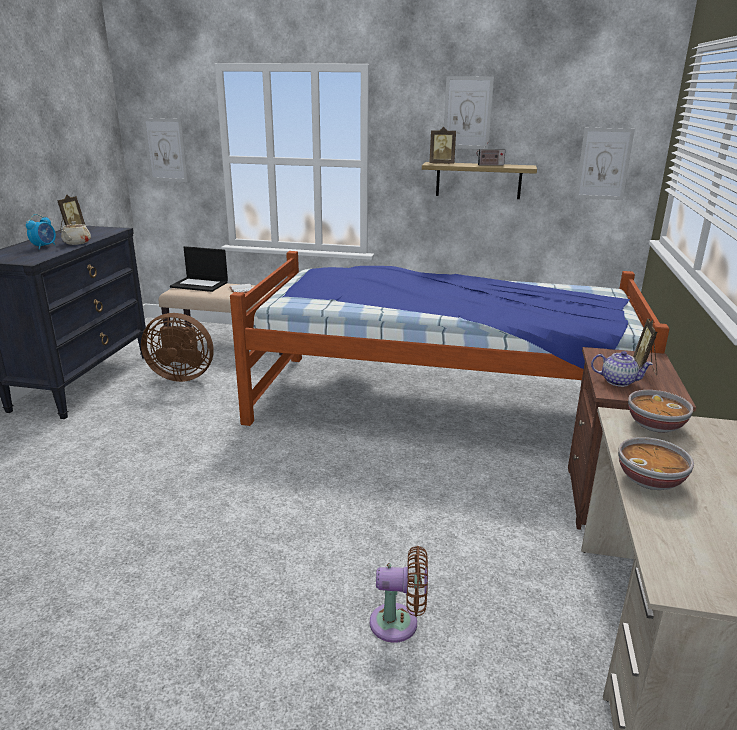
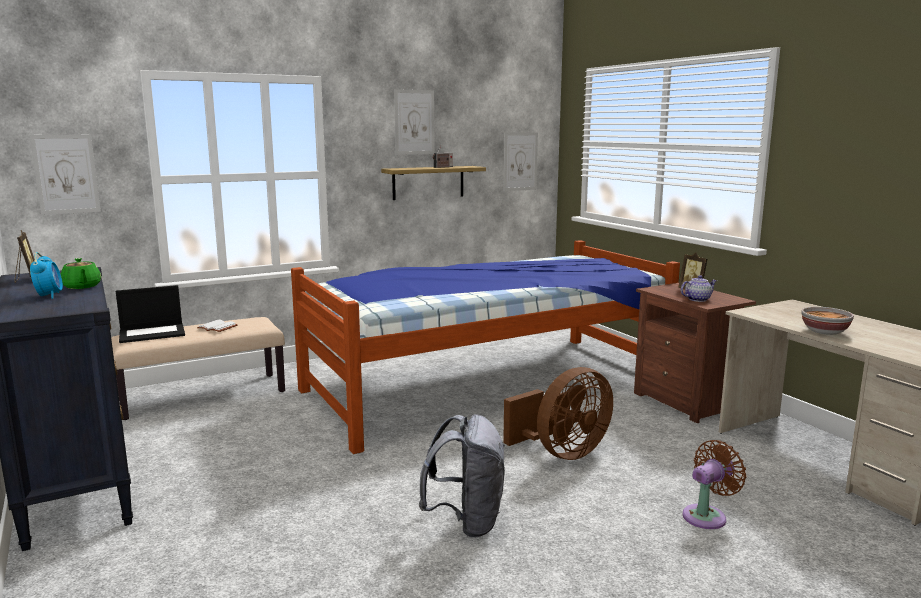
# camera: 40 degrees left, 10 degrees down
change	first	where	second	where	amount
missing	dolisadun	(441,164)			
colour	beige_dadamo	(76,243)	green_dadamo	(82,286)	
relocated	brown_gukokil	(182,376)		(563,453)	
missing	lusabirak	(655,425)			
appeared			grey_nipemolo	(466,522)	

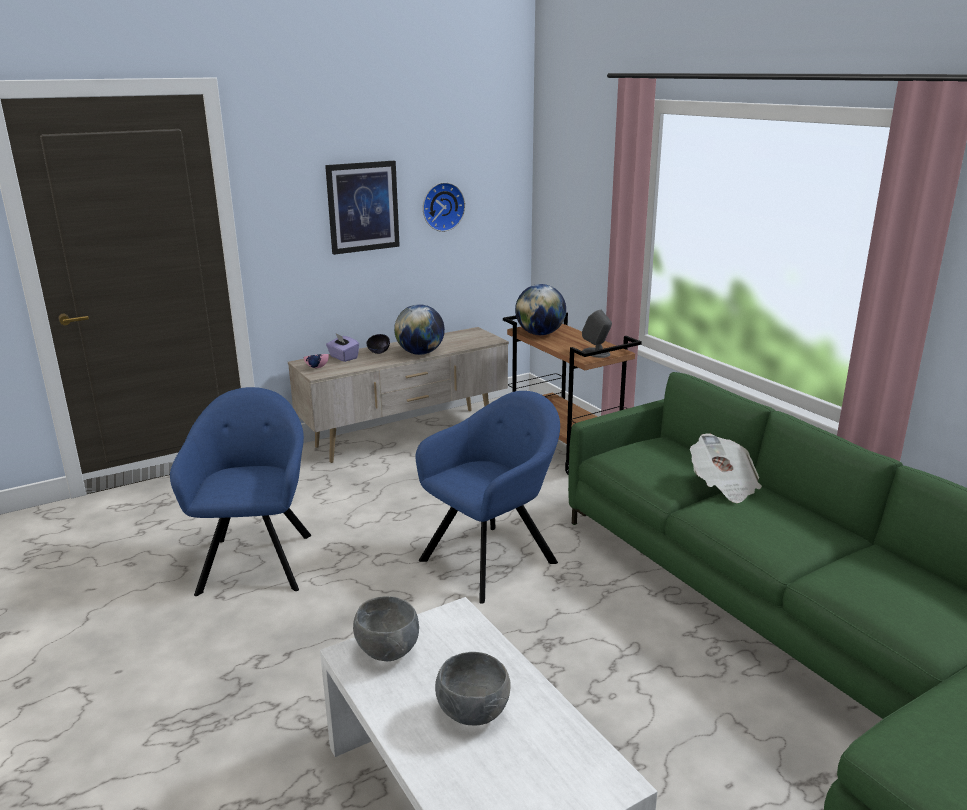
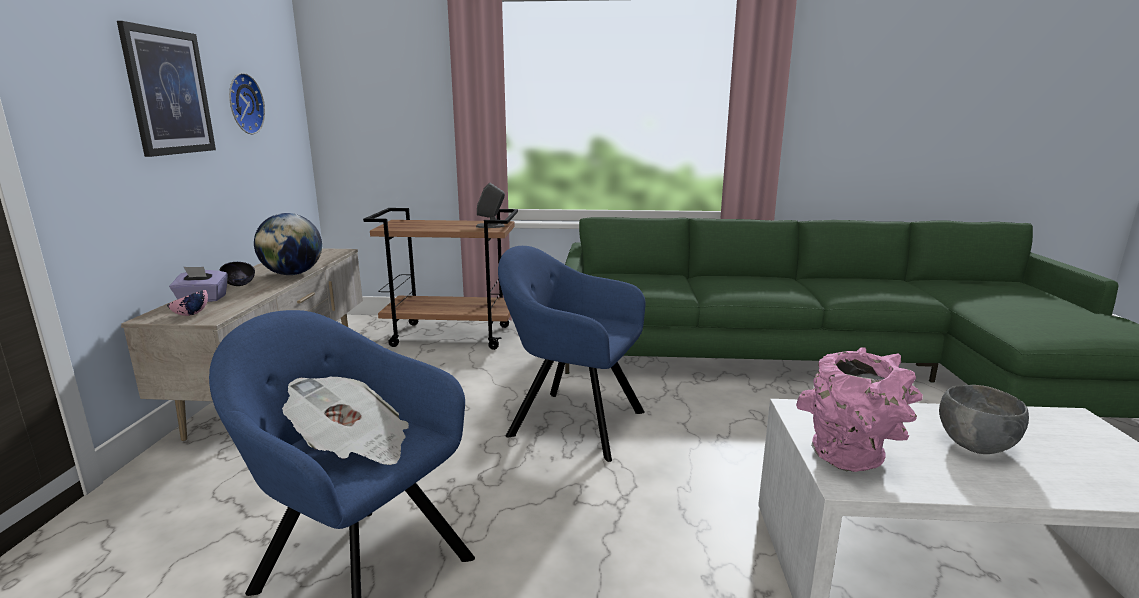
# camera: 55 degrees left, 5 degrees down
change	first	where	second	where	amount
missing	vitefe	(540,334)			
spun	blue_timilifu	(492,559)		(571,422)	60 degrees counterclockwise
relocated	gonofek	(723,485)		(353,447)	
exchanged	grey_lusabirak	(387,652)	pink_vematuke	(852,460)	

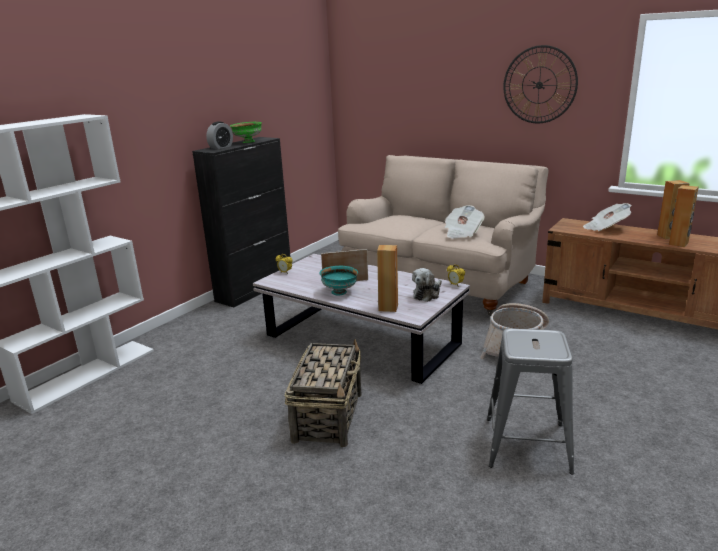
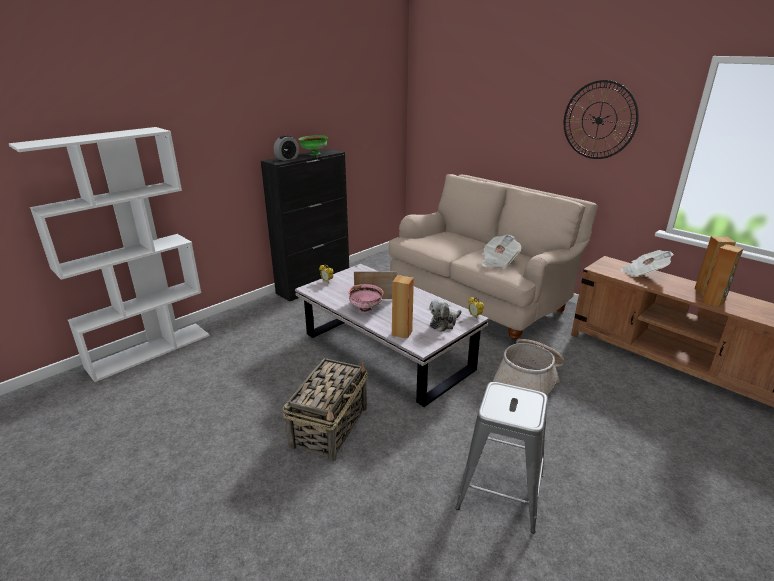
# camera: 10 degrees right, 5 degrees up
change	first	where	second	where	amount
colour	turquoise_lusabirak	(340,292)	pink_lusabirak	(365,309)	

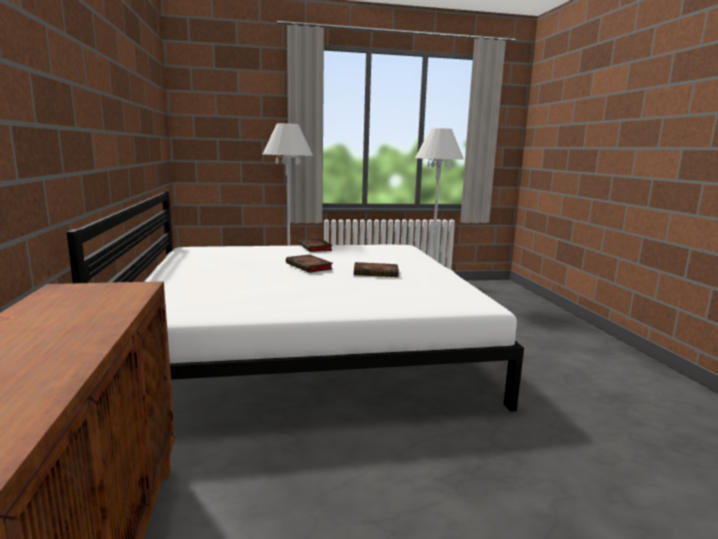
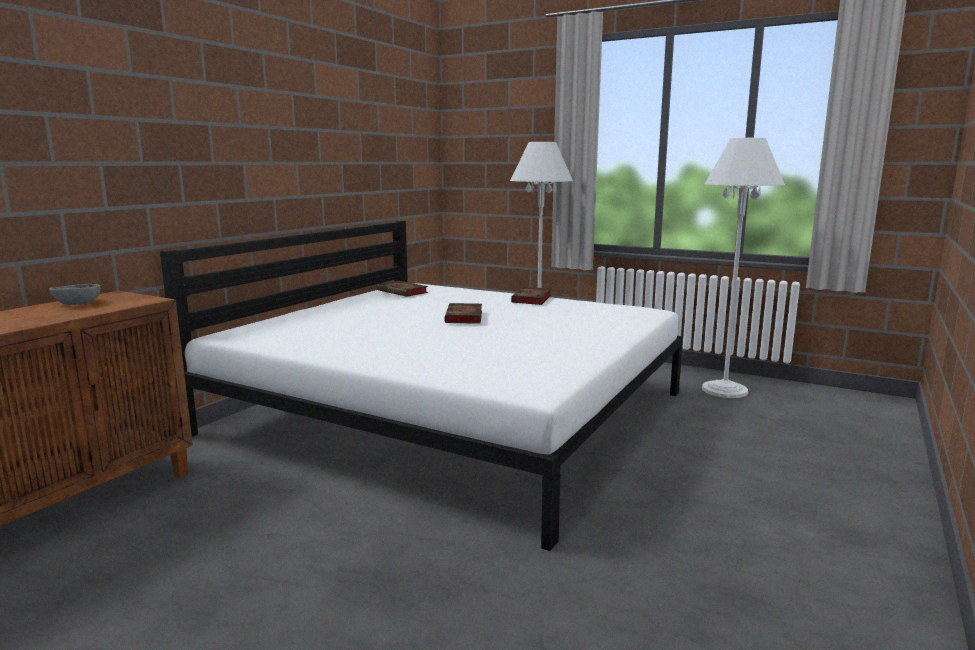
# camera: 40 degrees right, 0 degrees up
change	first	where	second	where	amount
relocated	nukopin	(377,273)		(403,292)	
appeared			grey_lusabirak	(77,303)	

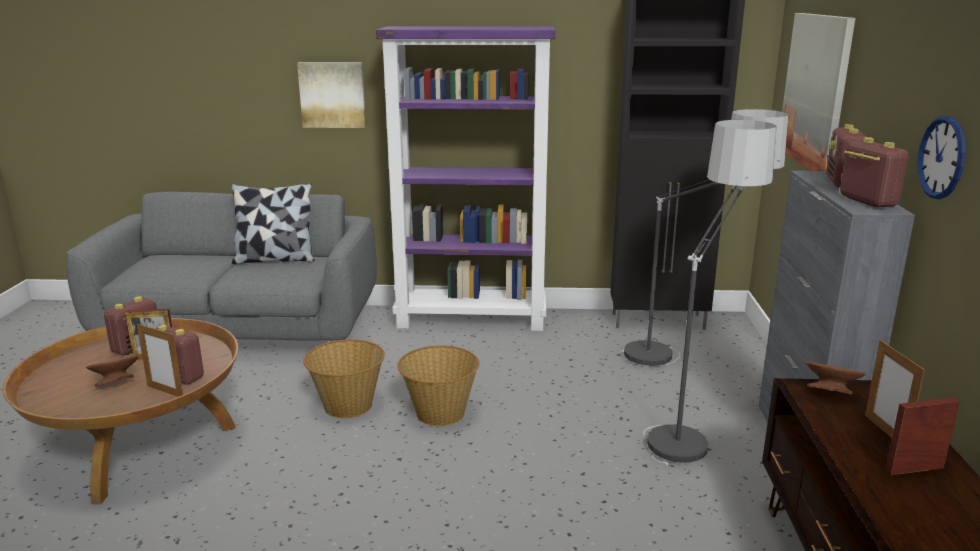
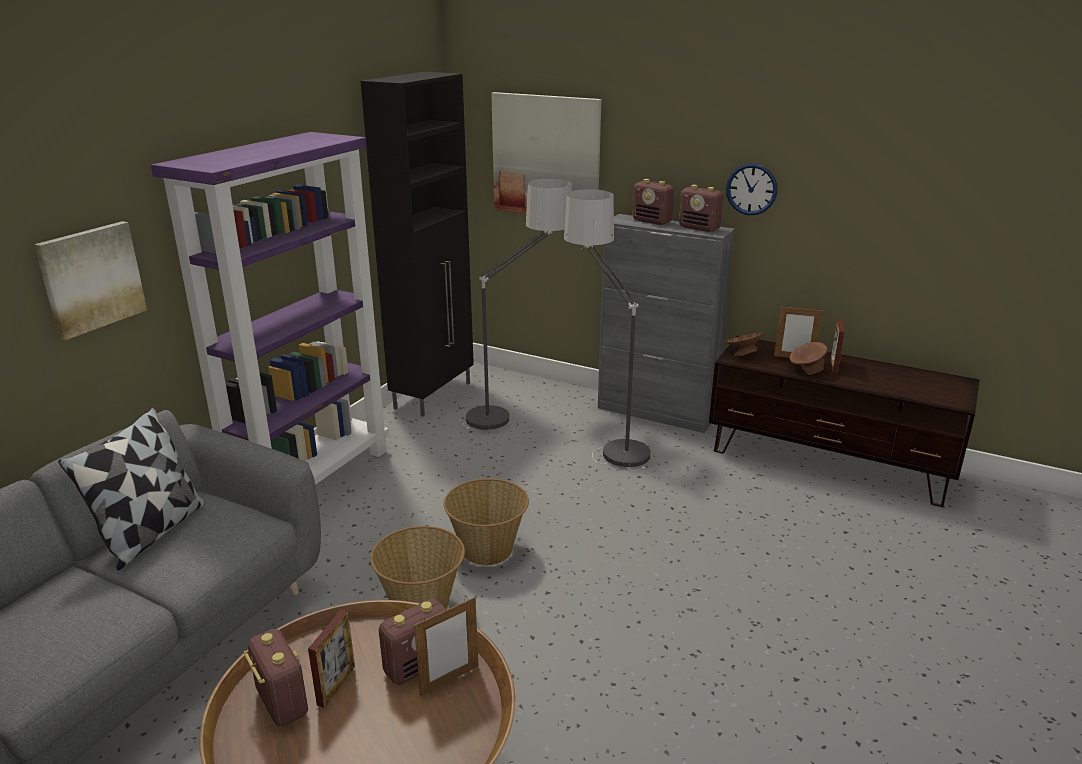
# camera: 65 degrees left, 5 degrees up
change	first	where	second	where	amount
spun	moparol	(867,201)		(699,228)	150 degrees counterclockwise
relocated	brown_lusabirak	(116,383)		(806,370)	

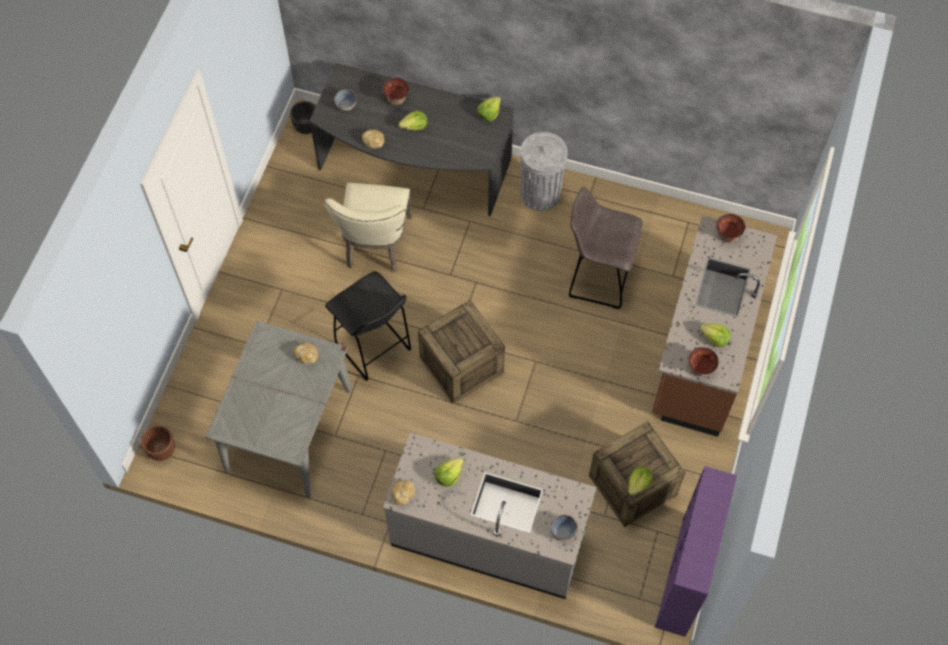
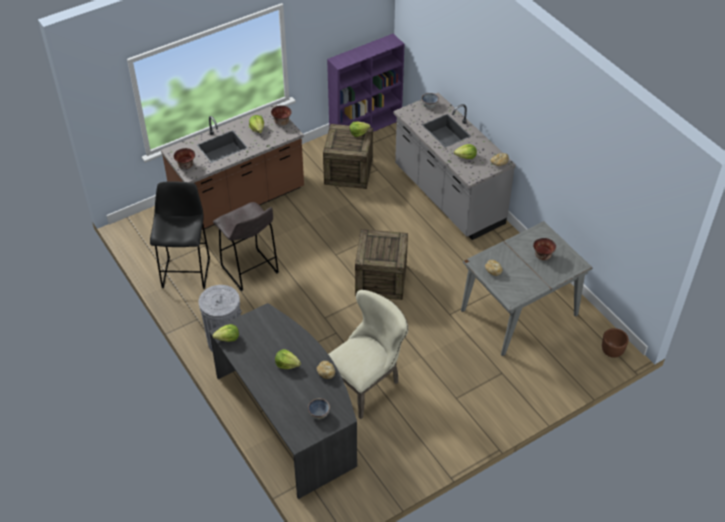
# camera: 140 degrees left, 15 degrees down
change	first	where	second	where	amount
relocated	lusabirak	(396,98)		(543,256)	
missing	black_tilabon	(307,127)			
relocated	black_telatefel	(374,349)		(186,271)	

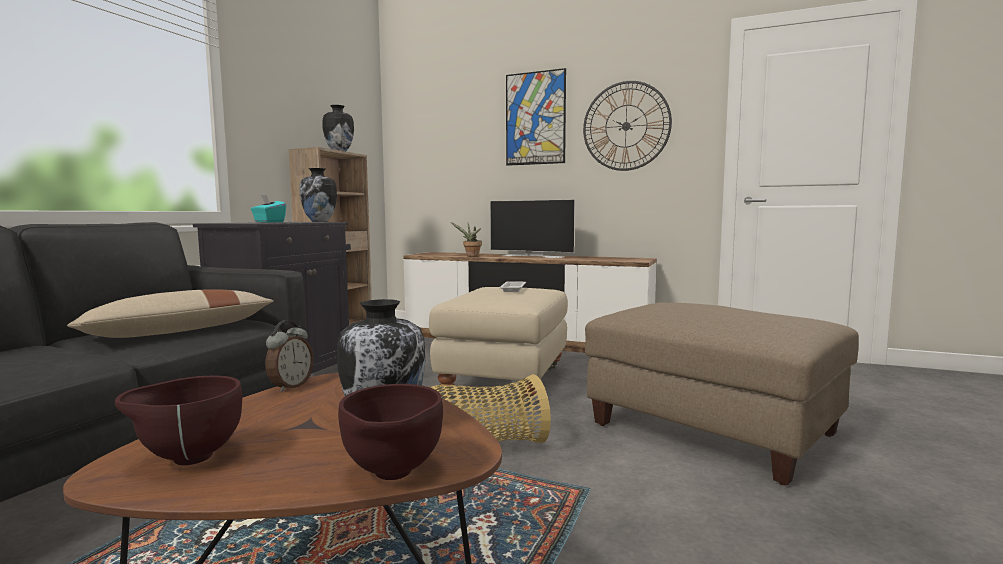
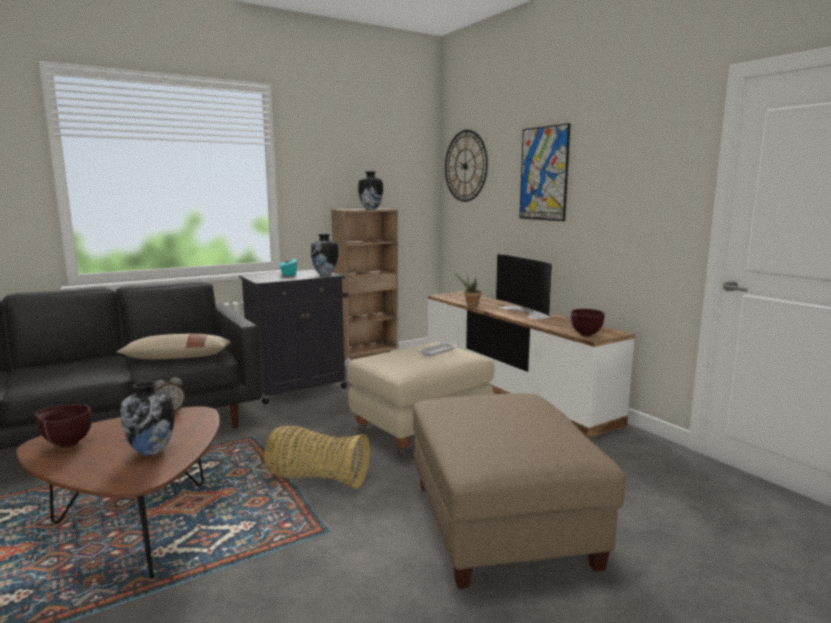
# camera: 35 degrees right, 5 degrees up
change	first	where	second	where	amount
relocated	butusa	(626,126)		(465,166)	
relocated	brown_lusabirak	(392,475)		(585,335)	

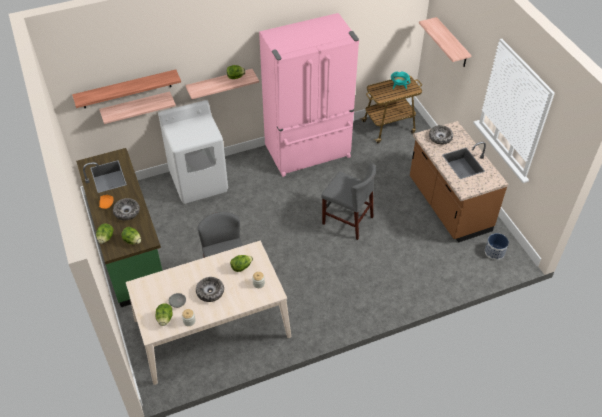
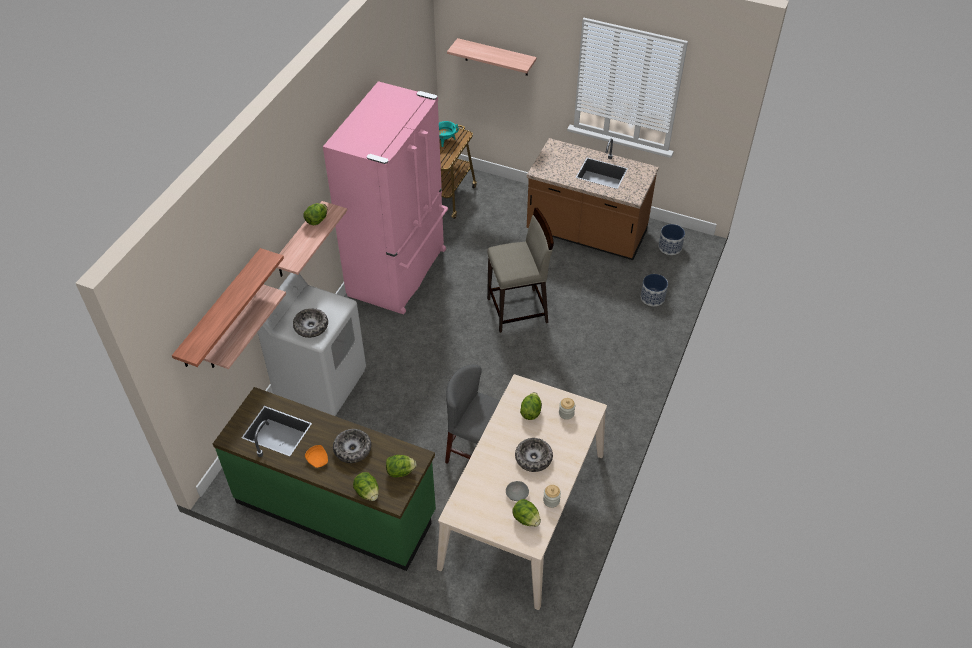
# camera: 45 degrees left, 0 degrees up
change	first	where	second	where	amount
relocated	lusabirak	(440,137)		(311,326)	
exchanged	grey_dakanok	(347,220)	beige_telatefel	(518,310)	
appeared			tilabon	(652,298)	

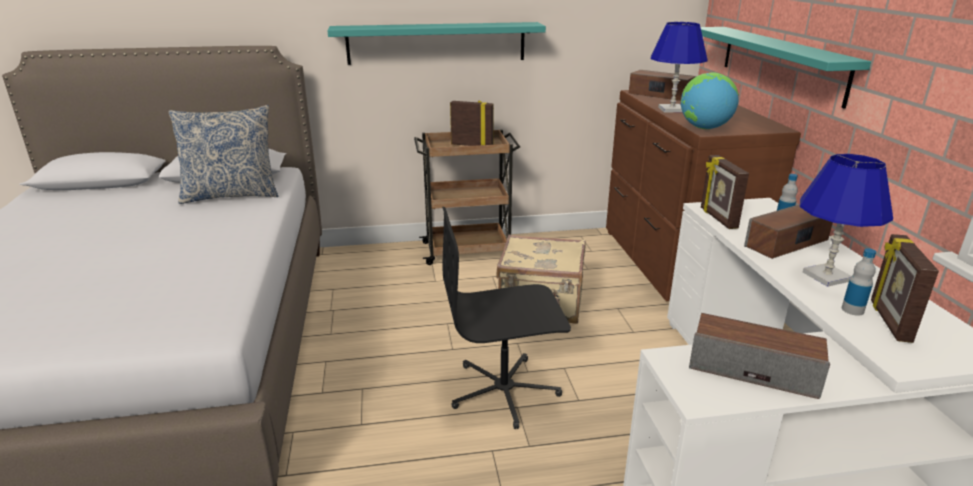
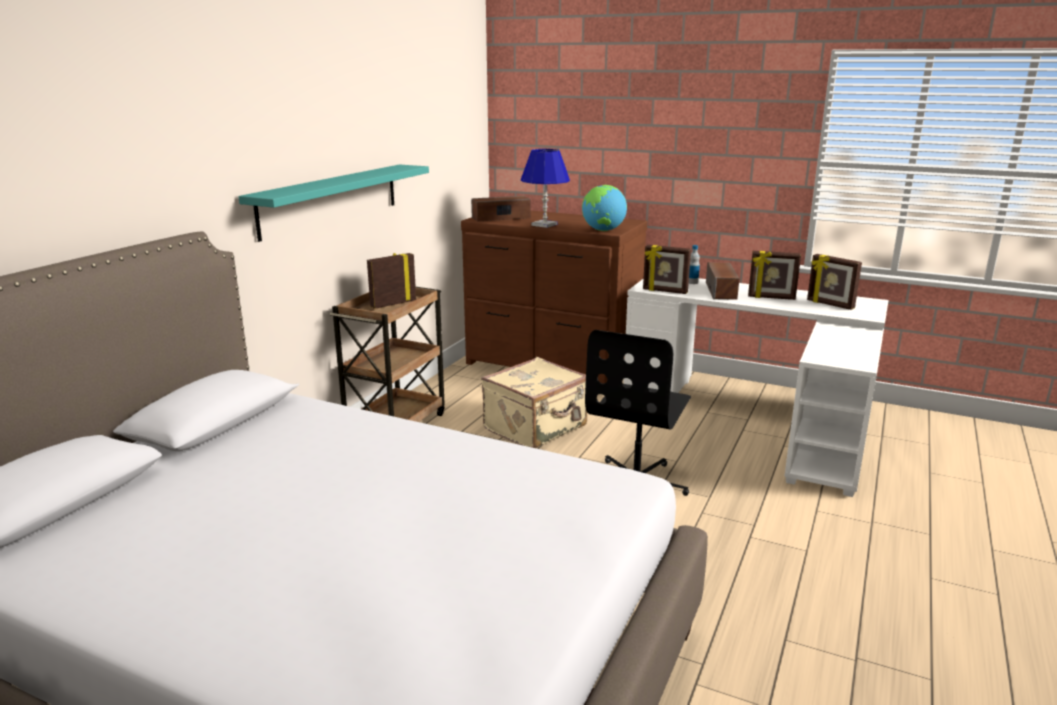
# camera: 55 degrees left, 5 degrees down
change	first	where	second	where	amount
missing	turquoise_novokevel	(781,63)			
missing	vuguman	(231,195)			
exchanged	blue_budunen	(826,276)	dolisadun	(771,298)	
missing	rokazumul	(852,310)			
missing	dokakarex	(753,370)			

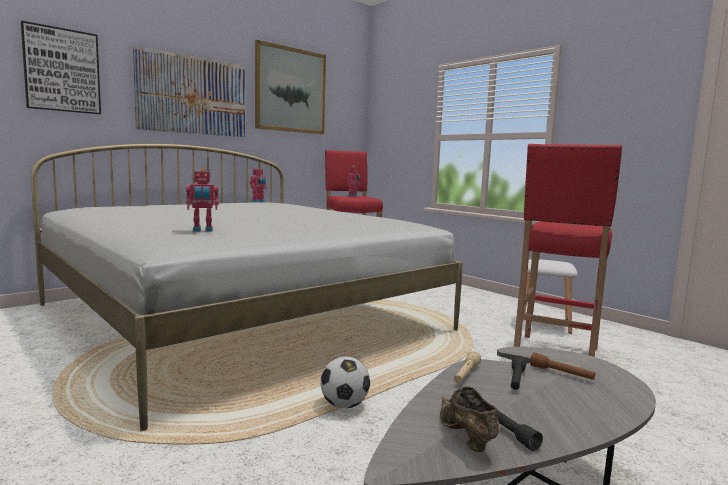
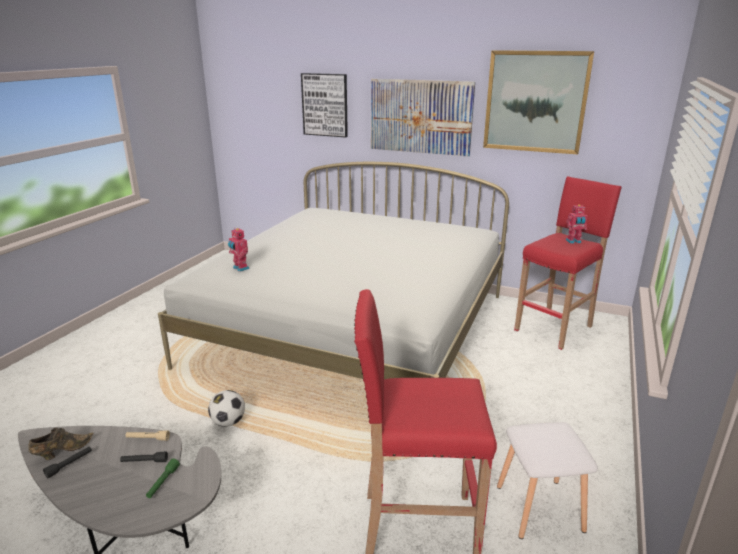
# camera: 65 degrees right, 15 degrees up
change	first	where	second	where	amount
missing	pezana	(258,201)			
colour	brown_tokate	(561,373)	green_tokate	(163,482)	

